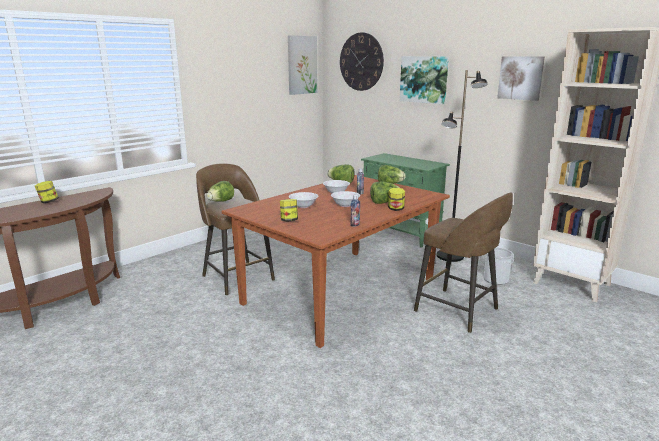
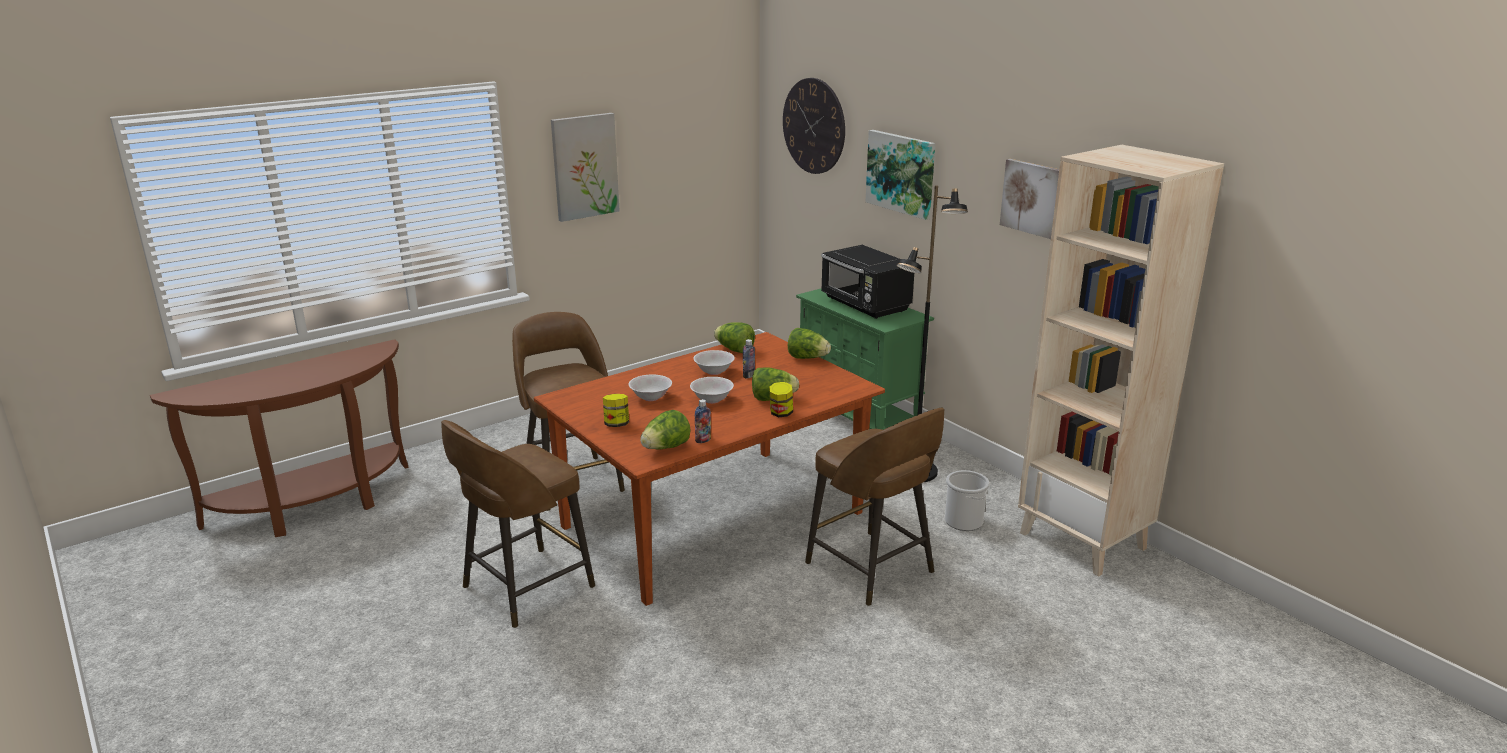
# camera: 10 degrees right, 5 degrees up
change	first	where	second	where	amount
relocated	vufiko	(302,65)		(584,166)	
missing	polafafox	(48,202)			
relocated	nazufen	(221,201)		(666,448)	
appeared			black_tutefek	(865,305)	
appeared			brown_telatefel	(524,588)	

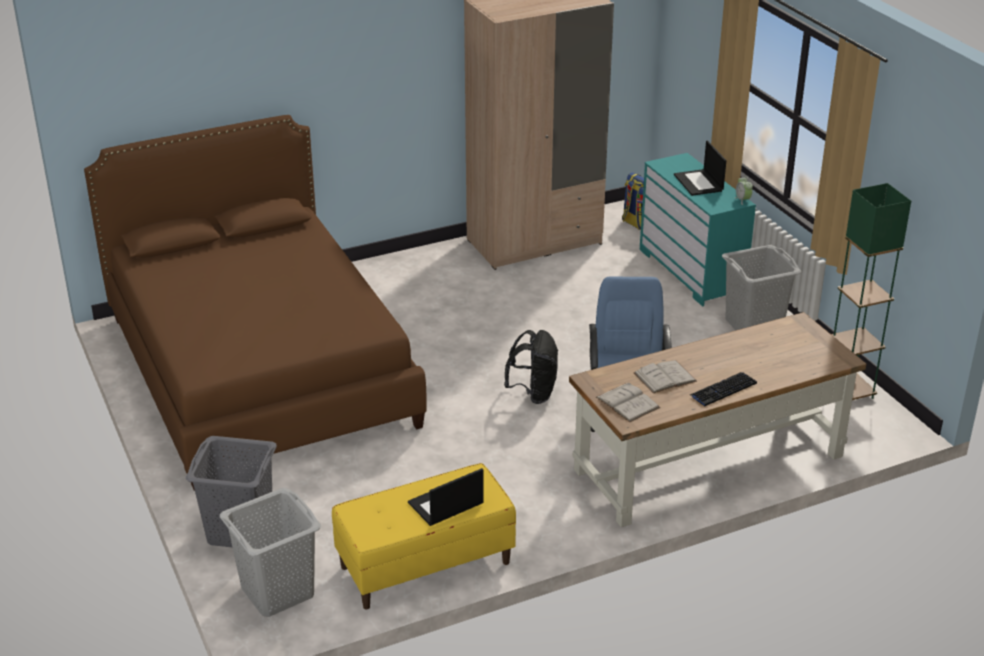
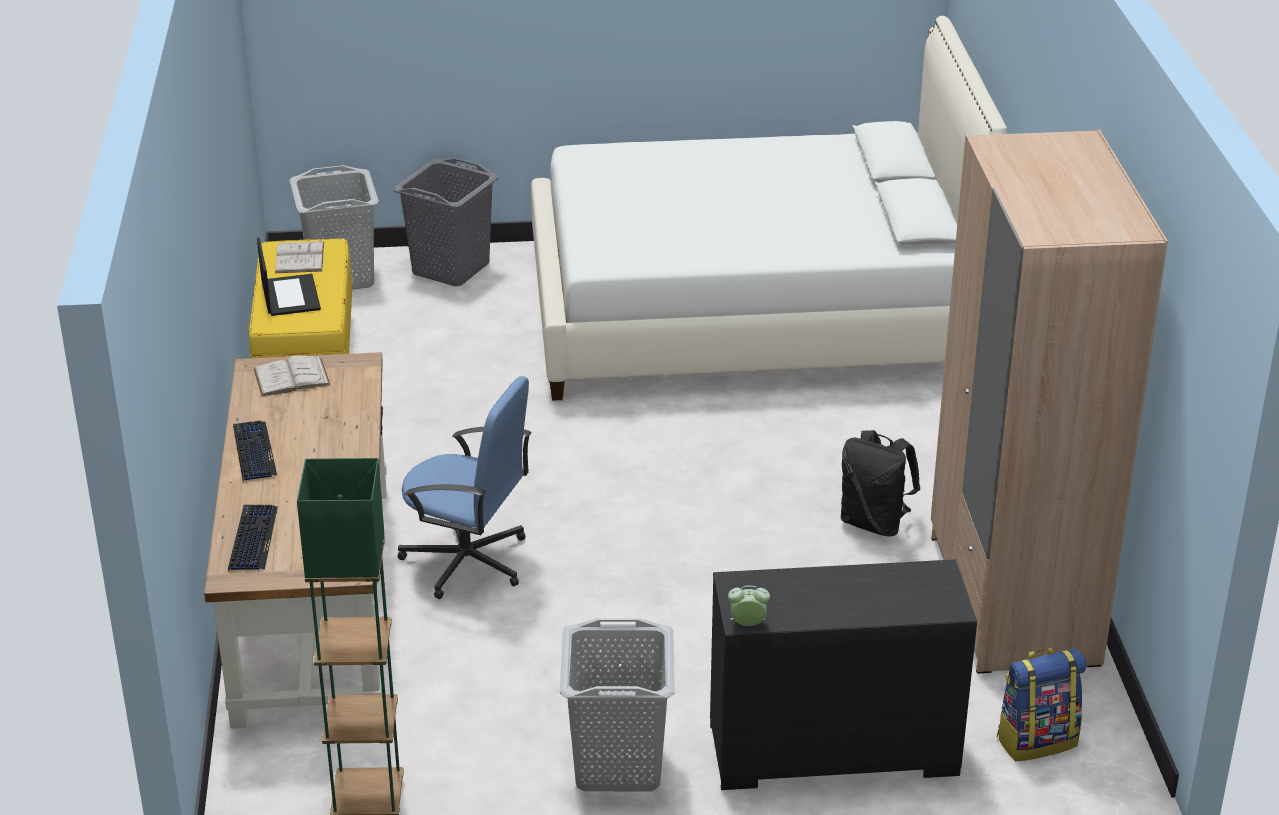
# camera: 110 degrees right, 0 degrees up
change	first	where	second	where	amount
colour	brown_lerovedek	(260,369)	white_lerovedek	(751,313)	
missing	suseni	(699,183)			
colour	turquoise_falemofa	(692,272)	black_falemofa	(832,751)	
relocated	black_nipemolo	(533,393)		(874,523)	
relocated	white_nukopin	(665,377)		(300,257)	
appeared			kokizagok	(253,539)	

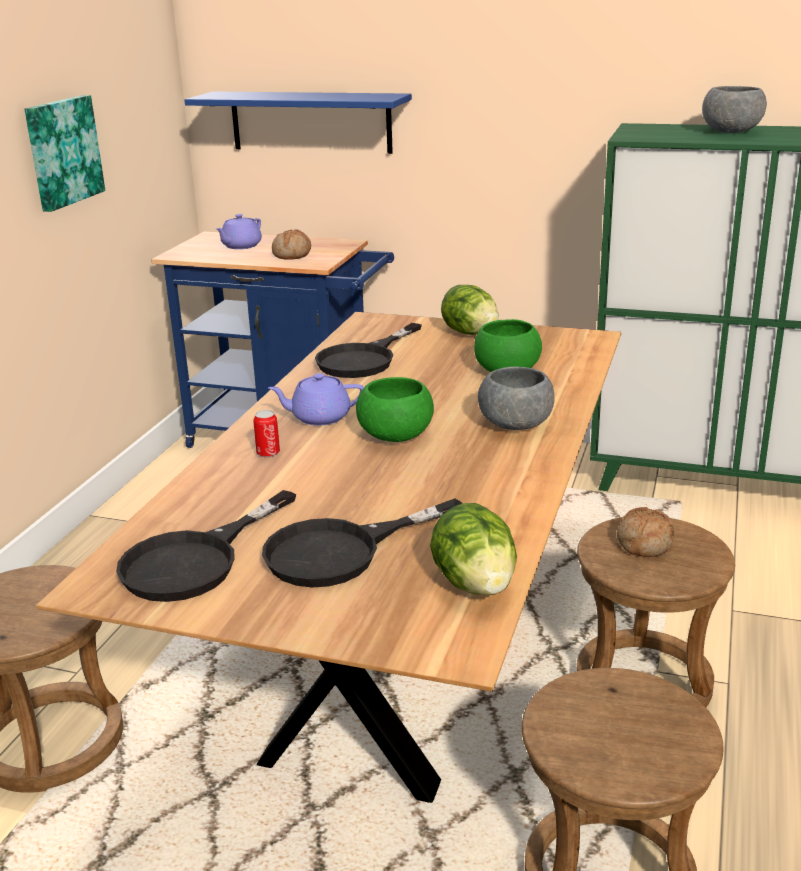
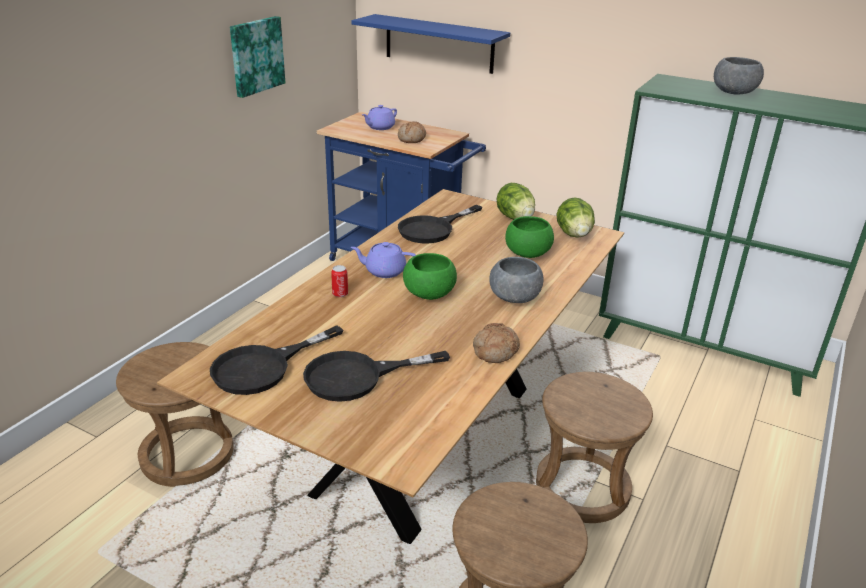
# camera: 10 degrees right, 5 degrees up
change	first	where	second	where	amount
relocated	nazufen	(475,584)		(574,235)	
relocated	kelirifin	(643,542)		(494,350)	

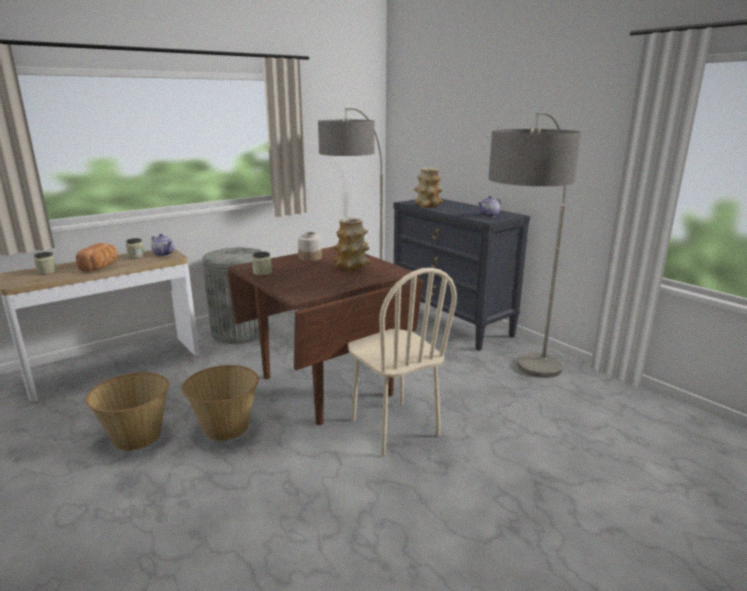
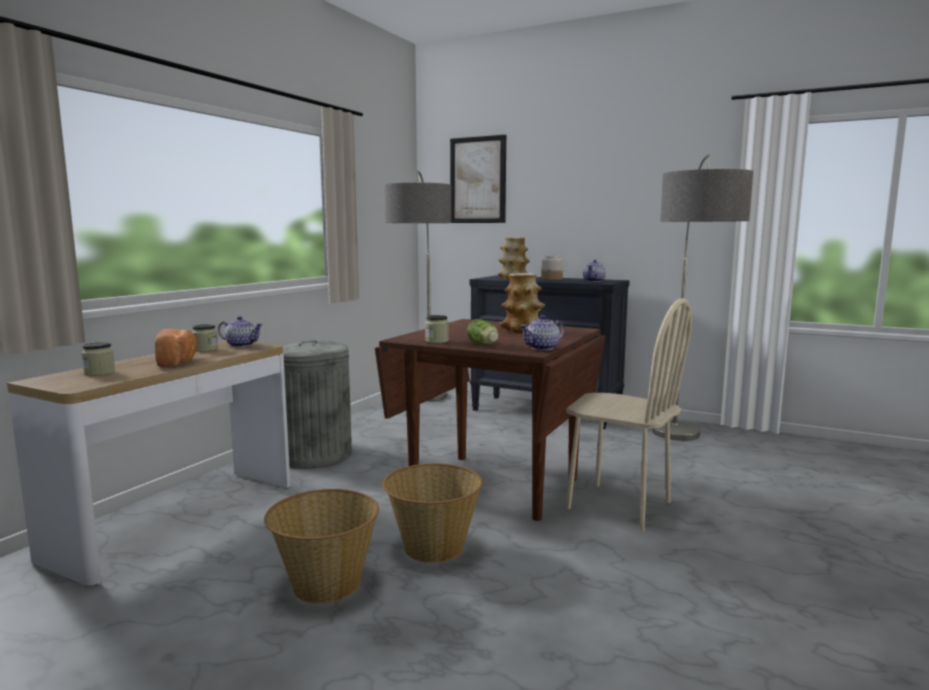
# camera: 25 degrees left, 10 degrees down
change	first	where	second	where	amount
relocated	polafafox	(310,258)		(552,279)	
appeared			vufiko	(477,180)	
appeared			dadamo	(542,348)	
appeared			nazufen	(484,344)	

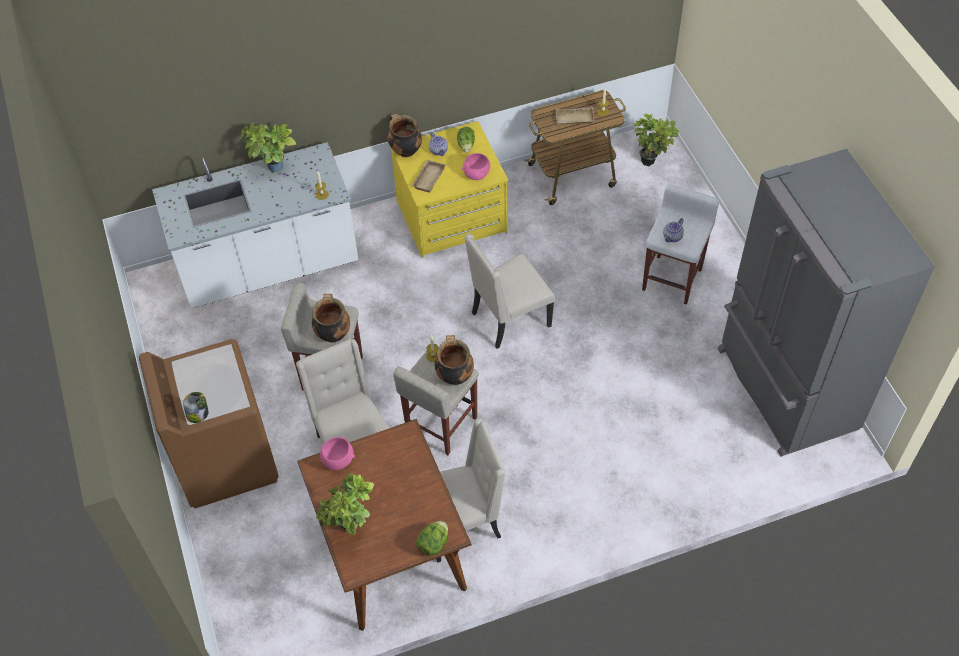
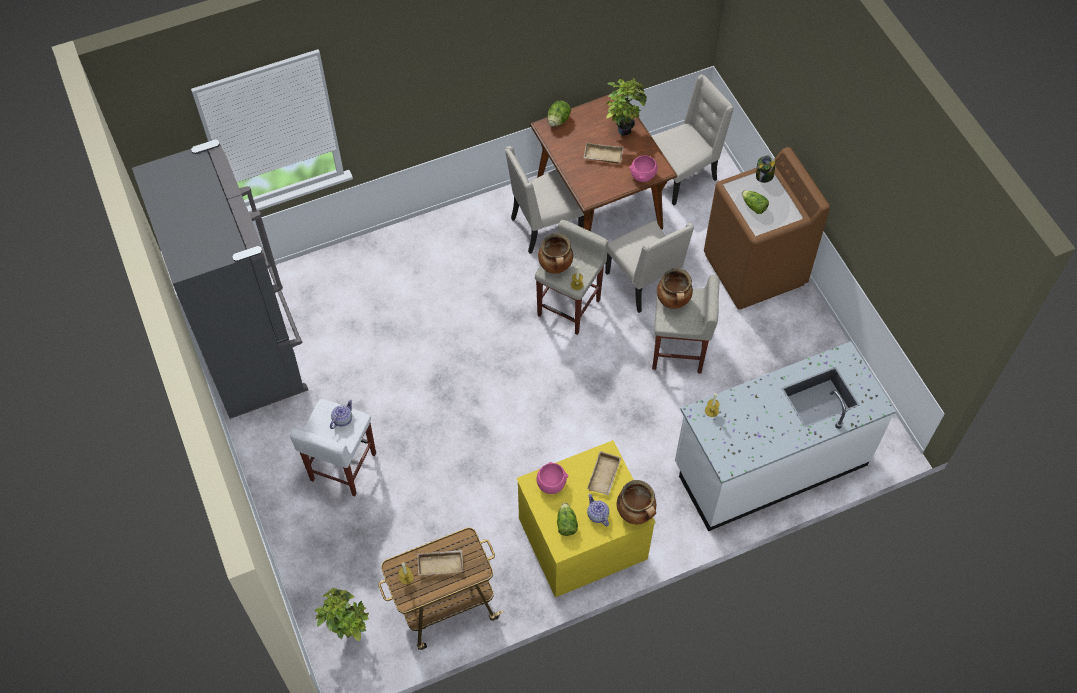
# camera: 175 degrees right, 5 degrees up
change	first	where	second	where	amount
missing	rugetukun	(273,170)			
relocated	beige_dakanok	(509,319)		(682,175)	
appeared			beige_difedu	(602,156)	
appeared			nazufen	(753,206)	

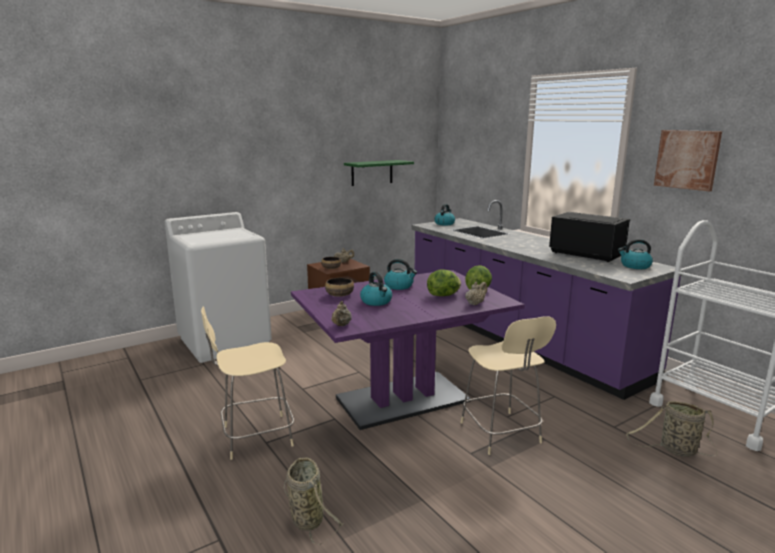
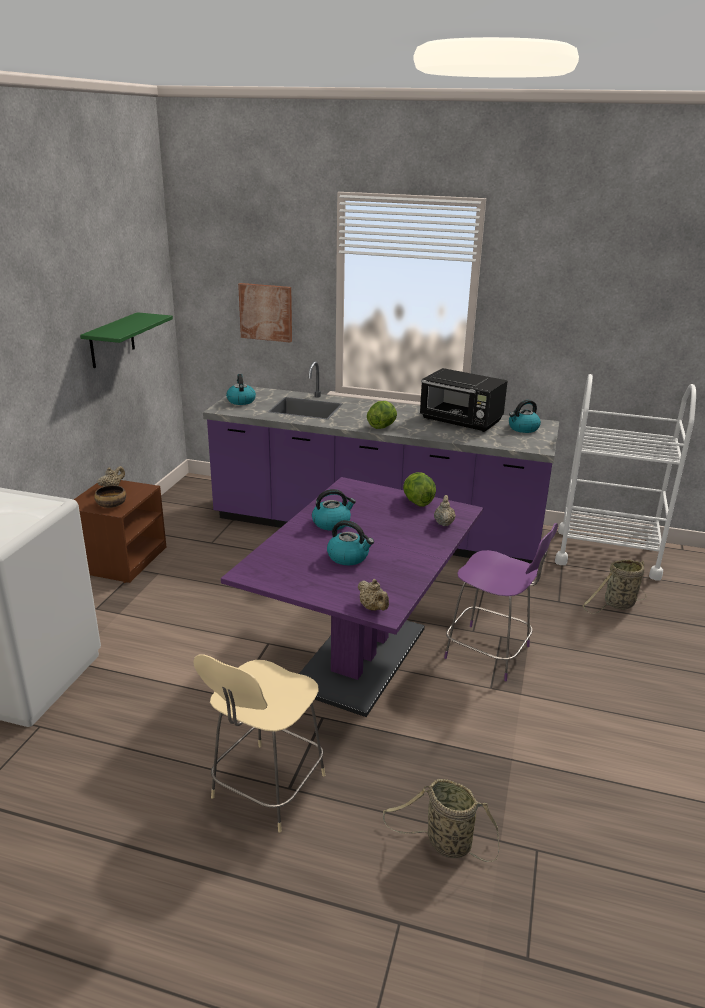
# camera: 40 degrees left, 10 degrees up
change	first	where	second	where	amount
relocated	vufiko	(687,159)		(266,312)	
spun	black_tutefek	(585,254)		(461,421)	150 degrees counterclockwise
relocated	nazufen	(444,295)		(382,427)	
missing	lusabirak	(339,295)			
colour	beige_dakanok	(501,434)	purple_dakanok	(490,653)	

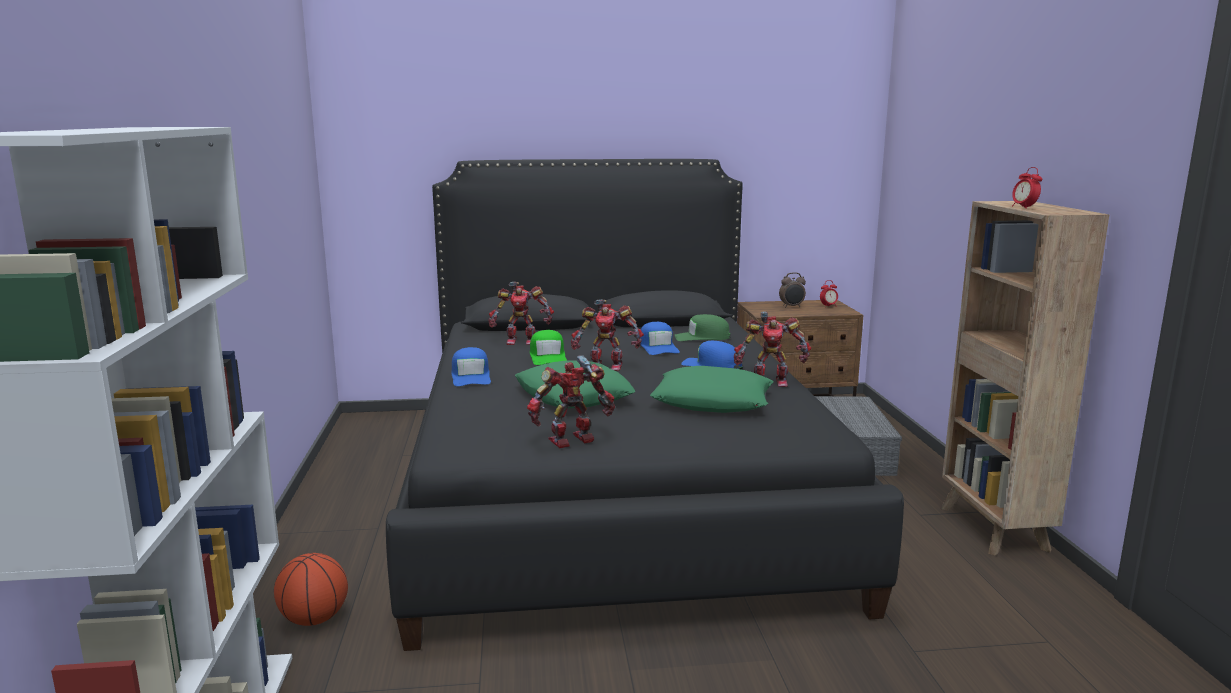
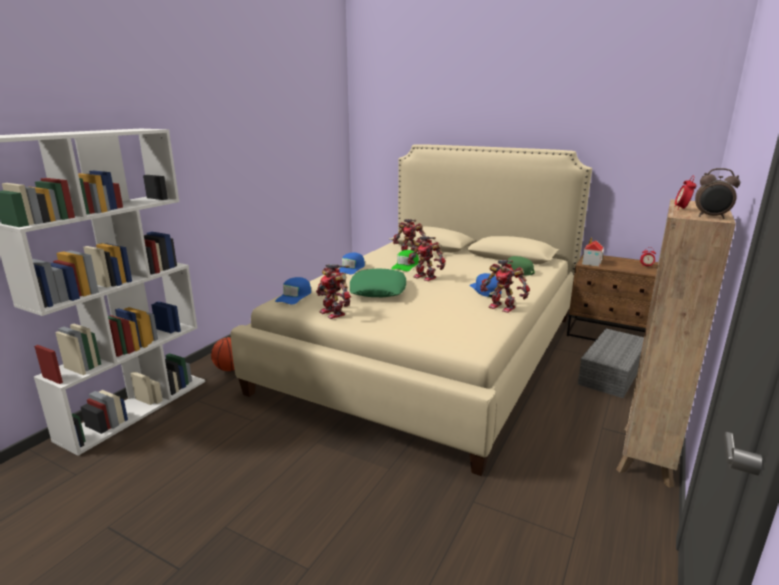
# camera: 35 degrees right, 5 degrees up
change	first	where	second	where	amount
colour	black_lerovedek	(611,488)	beige_lerovedek	(428,351)	
relocated	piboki	(792,307)		(711,217)	
relocated	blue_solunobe	(658,347)		(294,296)	
spun	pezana	(573,441)		(334,313)	135 degrees counterclockwise
missing	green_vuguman	(712,401)			
appeared			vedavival	(591,263)	

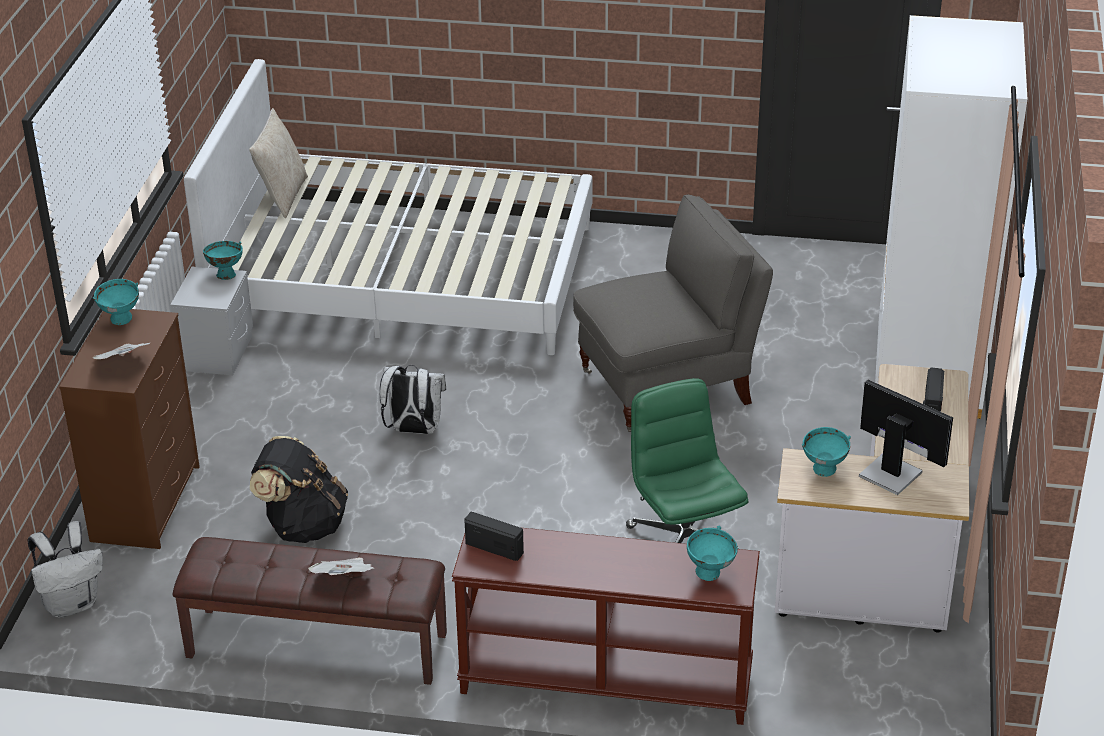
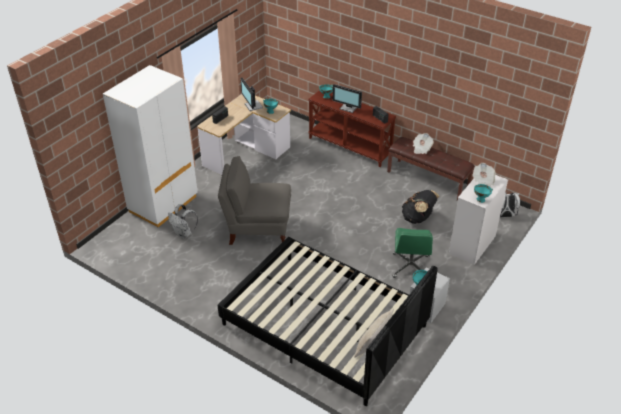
# camera: 155 degrees left, 5 degrees up
change	first	where	second	where	amount
colour	white_lerovedek	(404,274)	black_lerovedek	(324,326)	
colour	brown_falemofa	(146,502)	white_falemofa	(472,245)	
relocated	white_nipemolo	(413,430)		(184,233)	
relocated	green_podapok	(683,542)		(410,267)	
appeared			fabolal	(348,108)	

